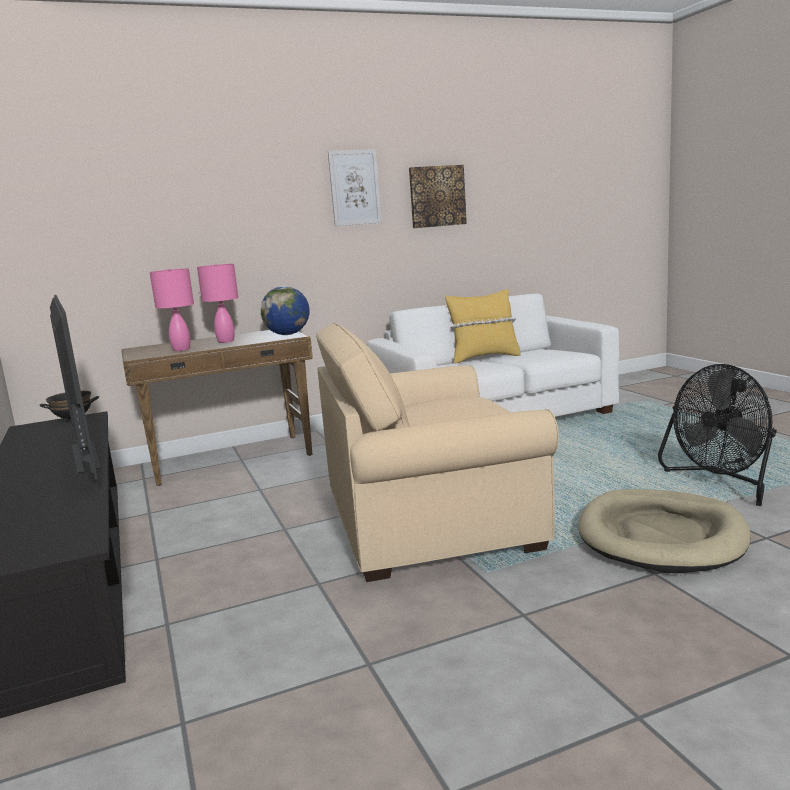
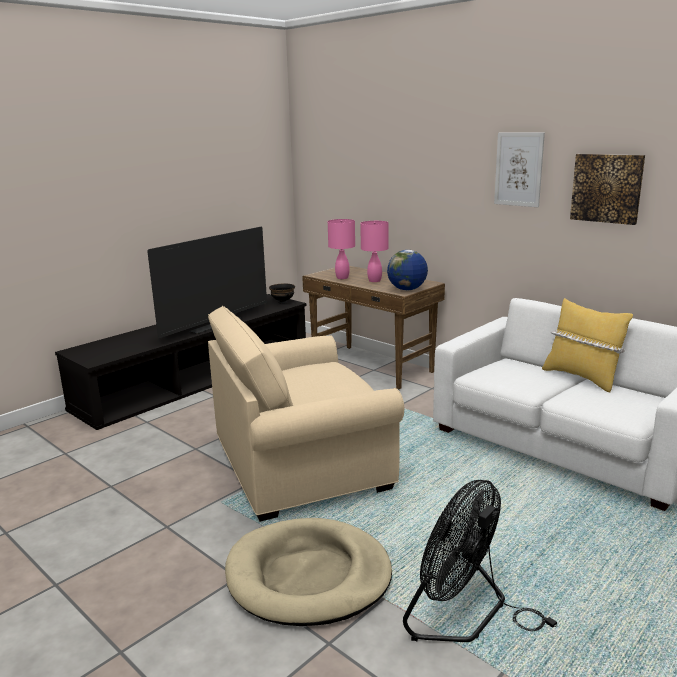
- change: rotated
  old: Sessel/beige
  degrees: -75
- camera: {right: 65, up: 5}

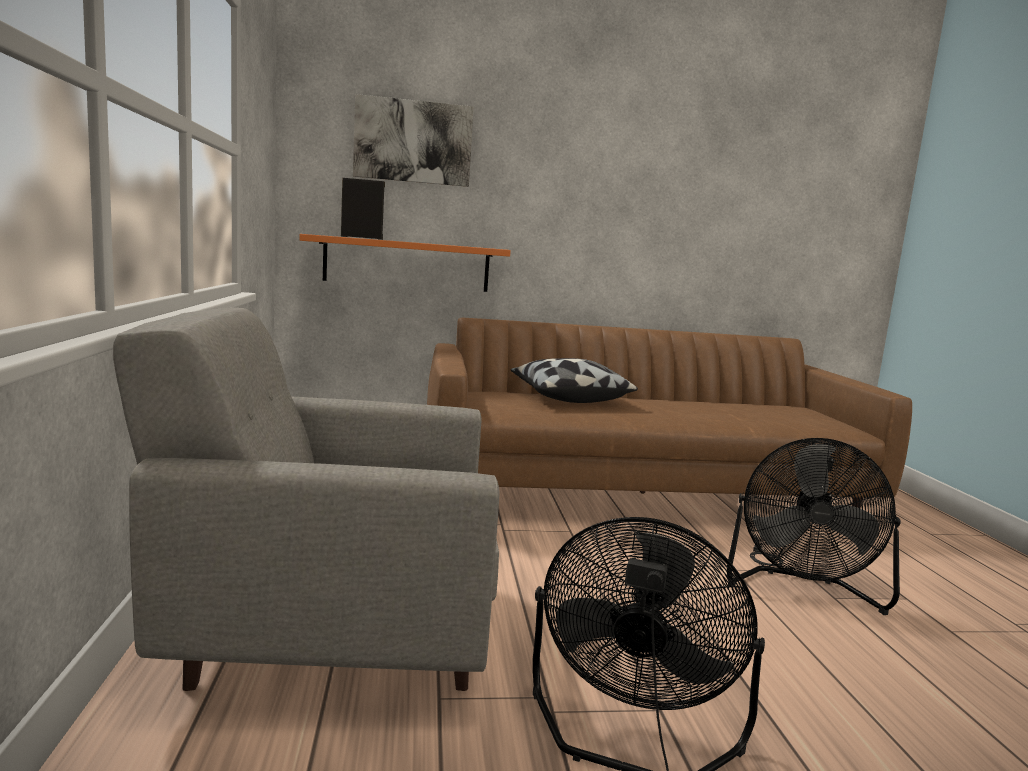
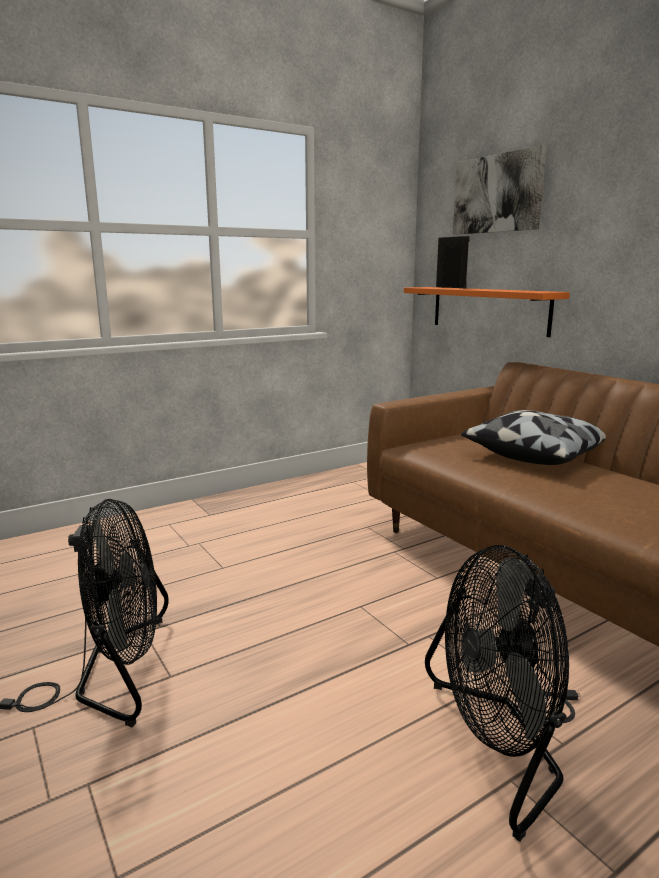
- change: gone
  old: Sessel/grau
- camera: {right: 65, up: 5}

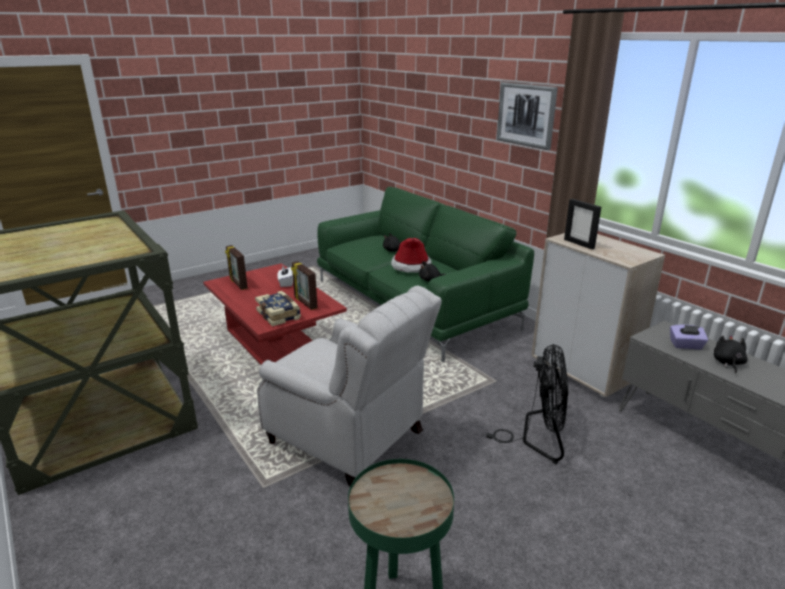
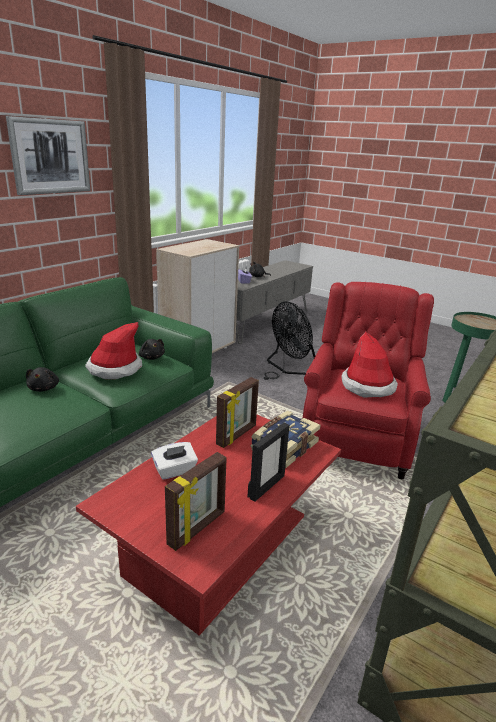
- change: new
  new: Hut (no. 2 from left)
- change: shifted
  old: Bilderrahmen (no. 3 from left)
- change: repainted
  old: Sessel/weiß
  new: Sessel/rot
- change: rotated
  old: Ventilator/schwarz
  degrees: 60
- camera: {right: -110, up: 0}

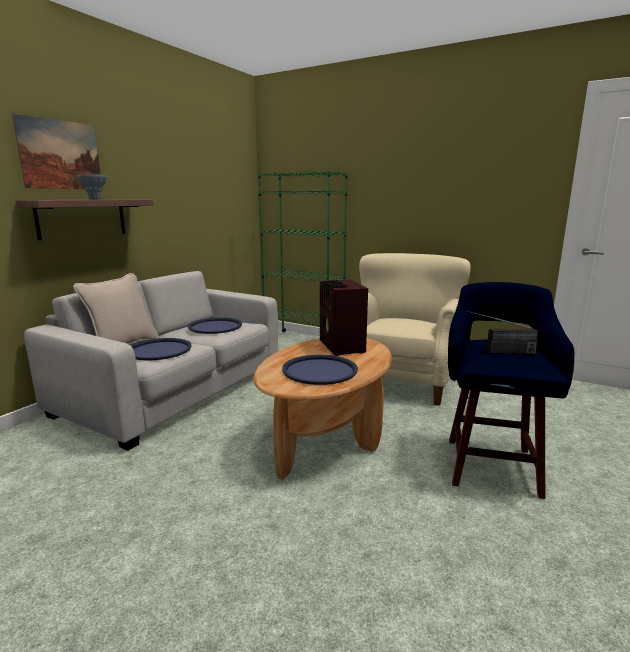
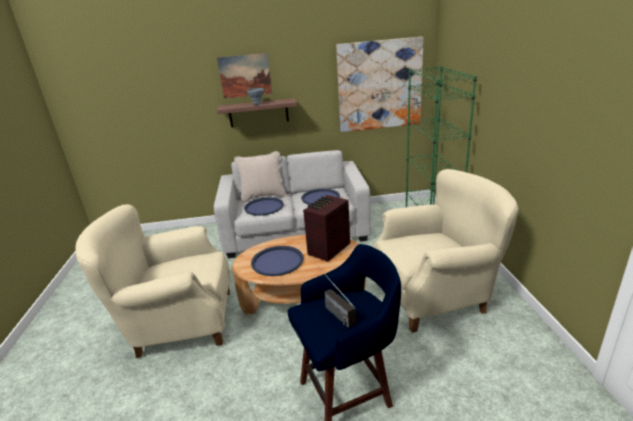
- change: new
  new: Sessel/beige (no. 1 from left)
- change: new
  new: Bild (no. 2 from left)
- camera: {right: 55, up: 10}

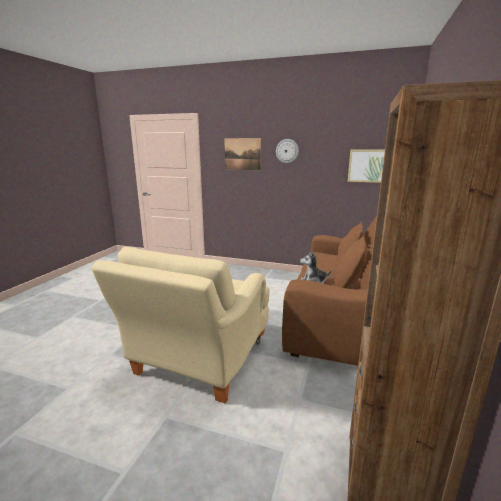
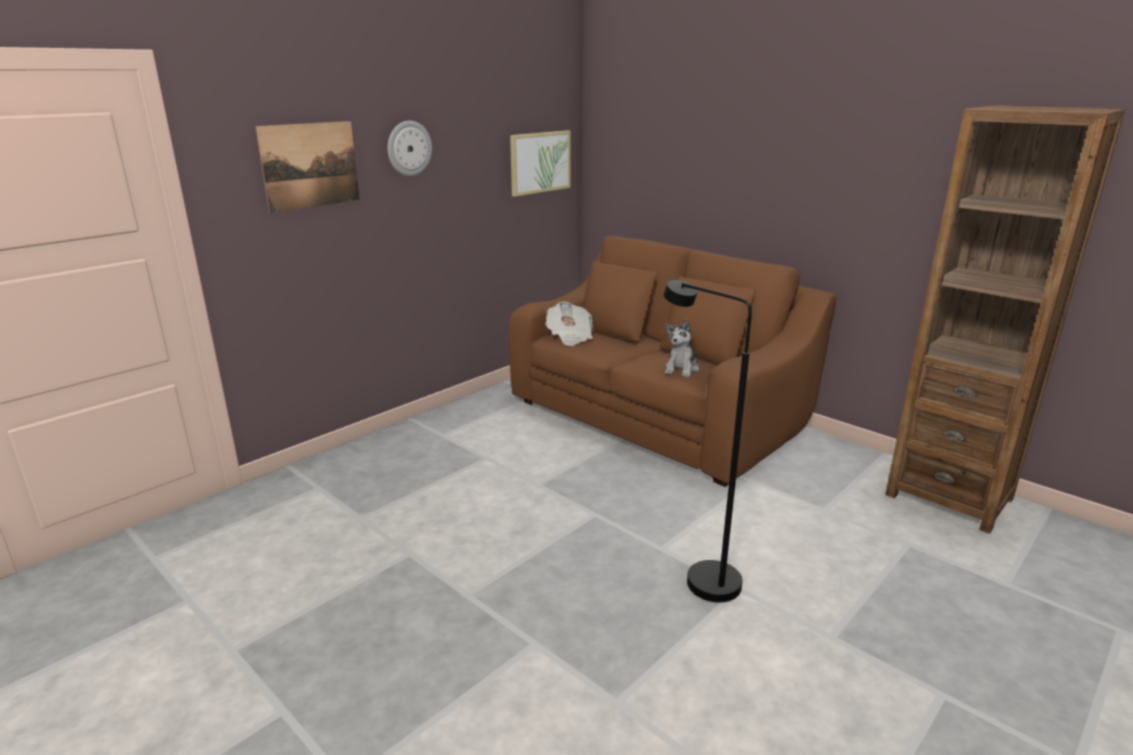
- change: new
  new: Zeitung
- change: swapped
  old: Sessel/beige
  new: Stehlampe/schwarz
- camera: {right: -65, up: 5}

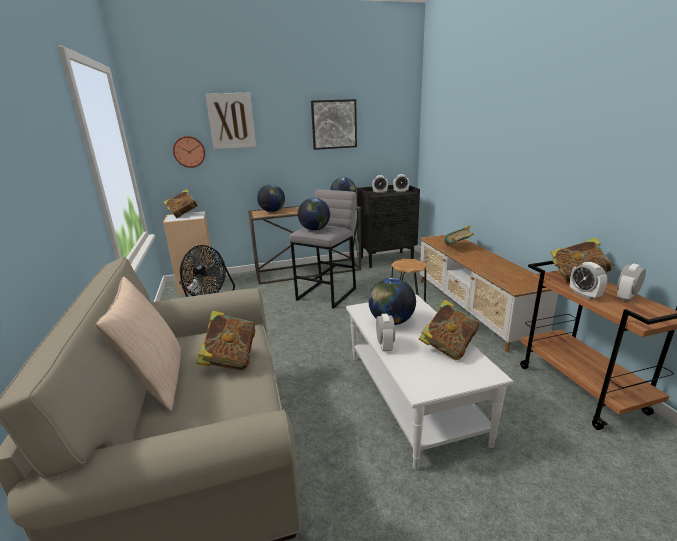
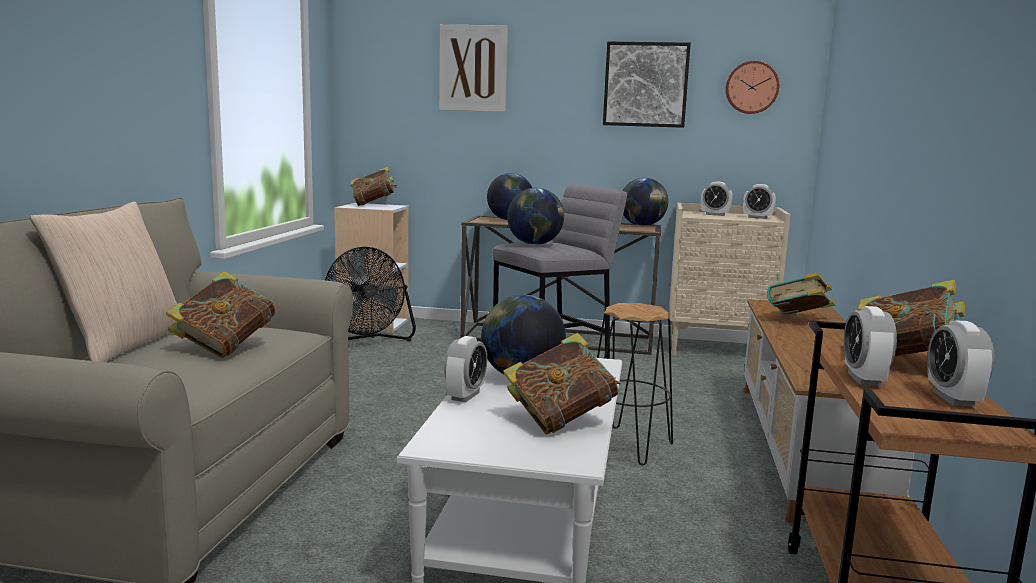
- change: shifted
  old: Wanduhr
- change: repainted
  old: Schrank/schwarz
  new: Schrank/beige
- change: rotated
  old: Wecker (no. 5 from left)
  degrees: -75
- camera: {right: 25, up: -10}

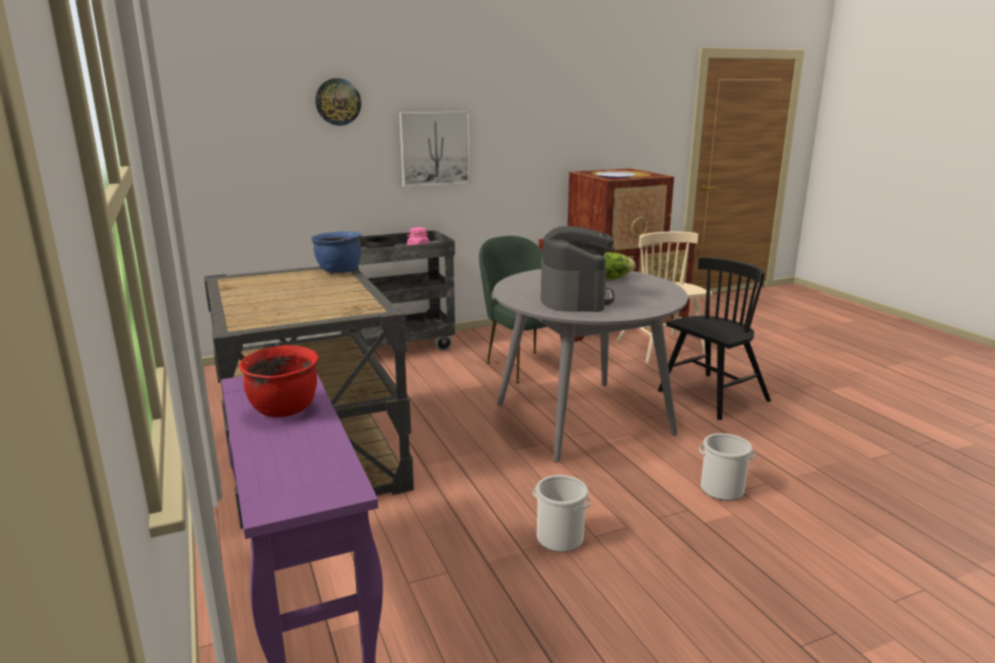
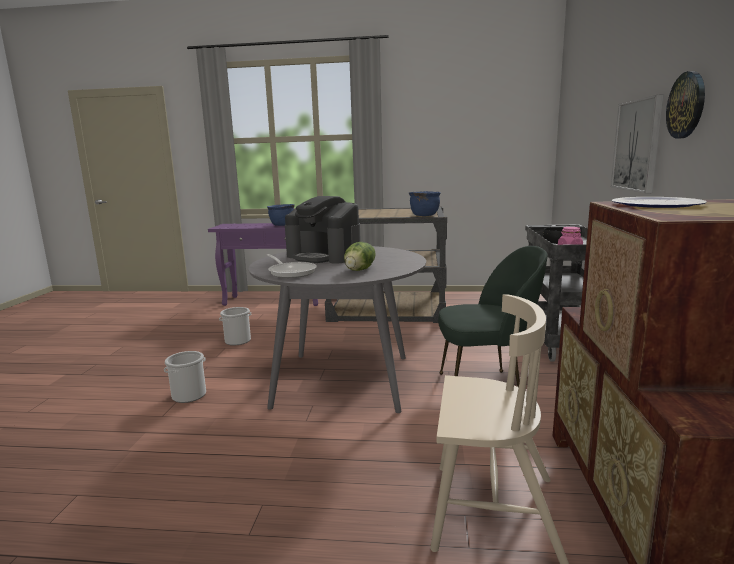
- change: gone
  old: Stuhl/schwarz
- change: new
  new: Pfanne
- change: shifted
  old: Wanduhr
- change: repainted
  old: Kochtopf/rot
  new: Kochtopf/blau (no. 1 from left)
- camera: {right: 120, up: -5}

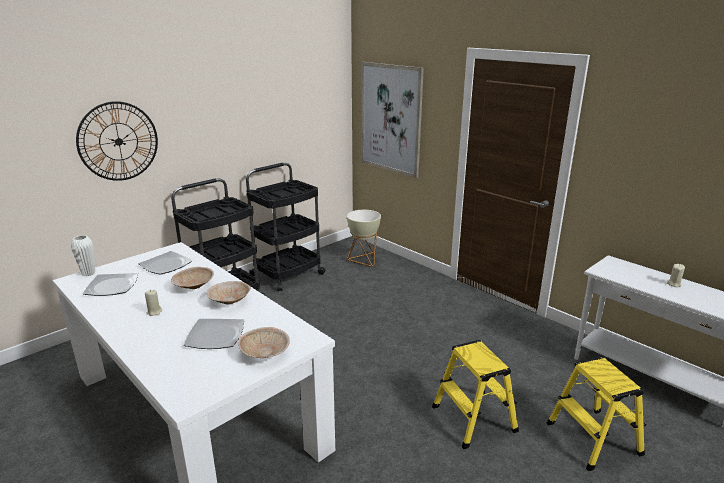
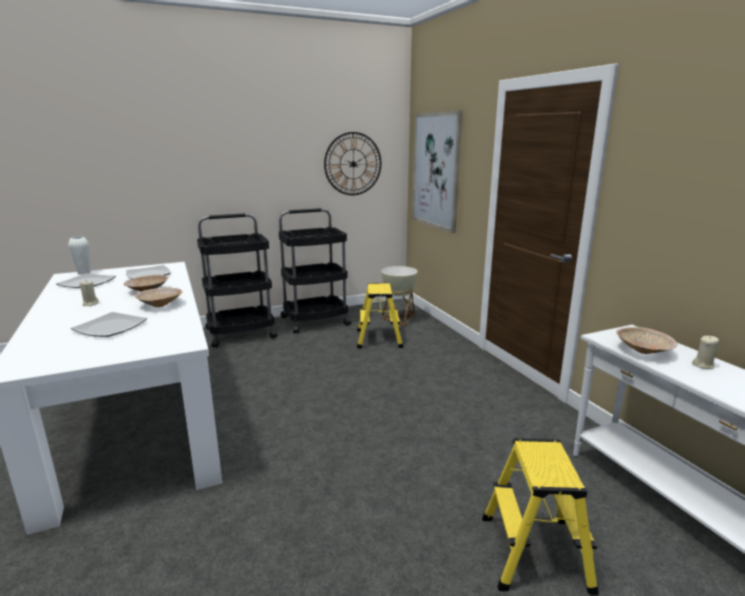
- change: shifted
  old: Wanduhr
- change: shifted
  old: Schüssel/beige (no. 3 from left)
- change: shifted
  old: Trittleiter/gelb (no. 1 from left)
- camera: {right: 20, up: -5}

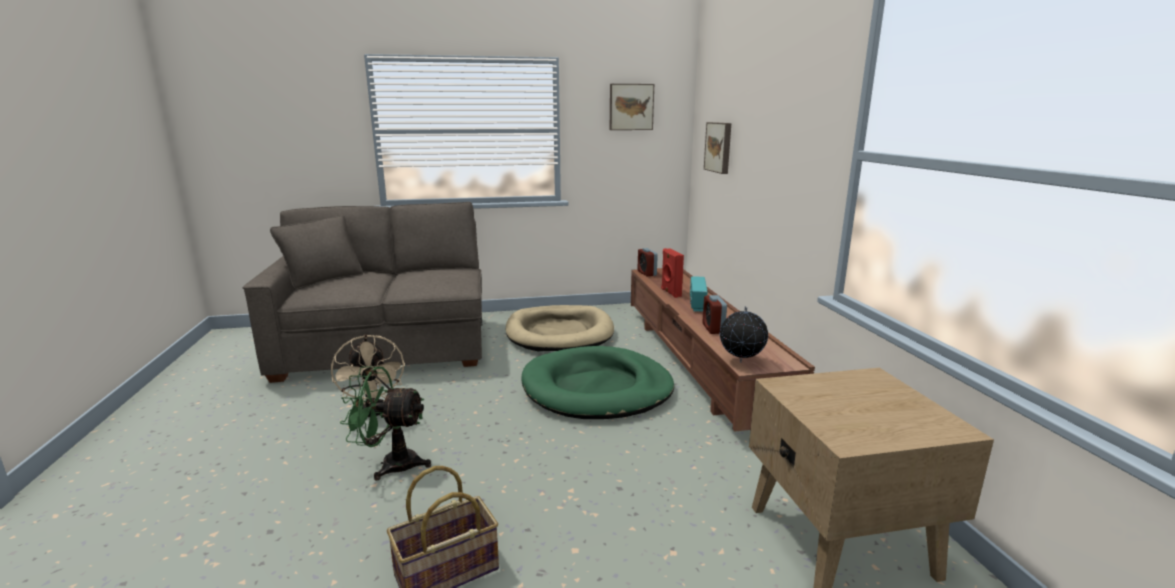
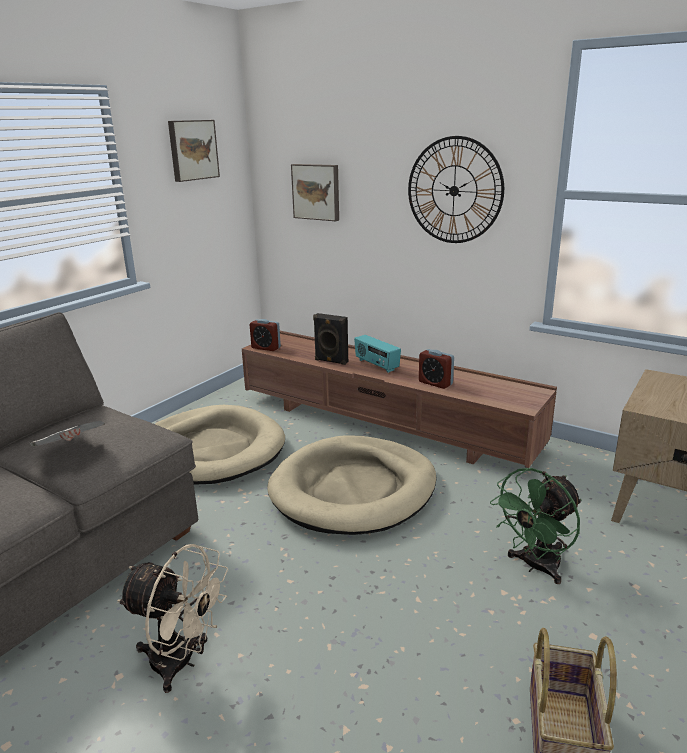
- change: gone
  old: Globus
- change: new
  new: Zeitung
- change: new
  new: Wanduhr
- change: shifted
  old: Ventilator/grün
- change: repainted
  old: Hundebett/grün
  new: Hundebett/beige (no. 2 from left)
- change: repainted
  old: Lautsprecher/rot
  new: Lautsprecher/schwarz
- camera: {right: -45, up: 5}

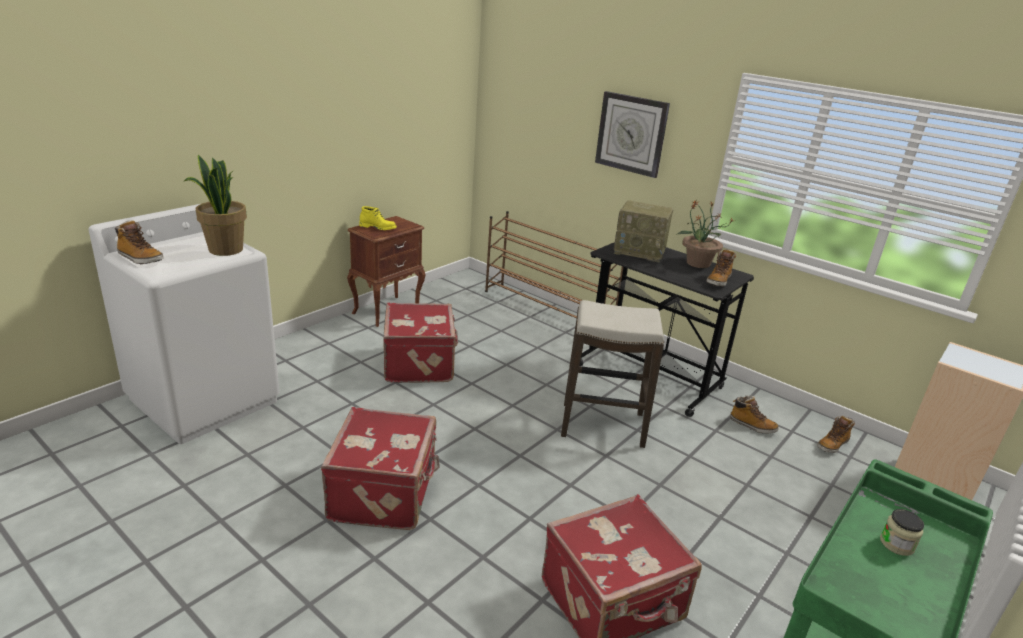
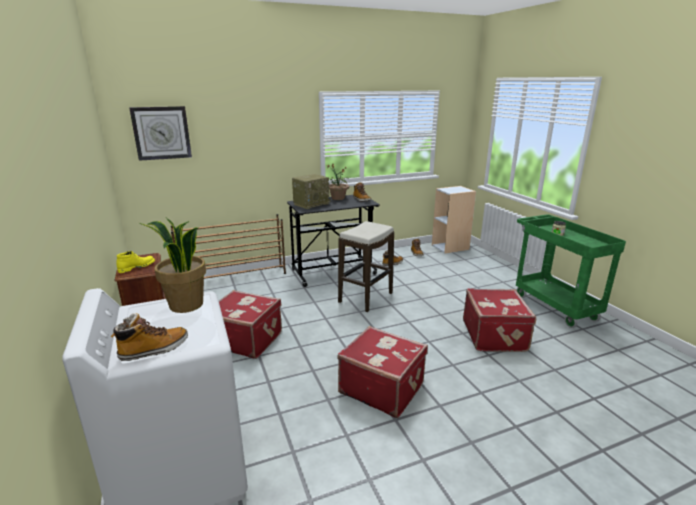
- change: shifted
  old: Wanduhr
- camera: {right: -60, up: -5}

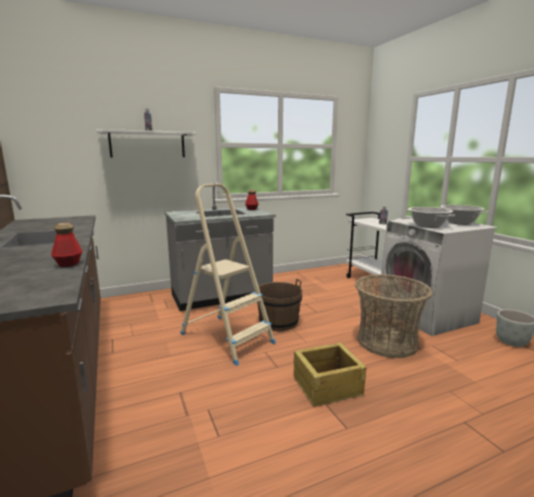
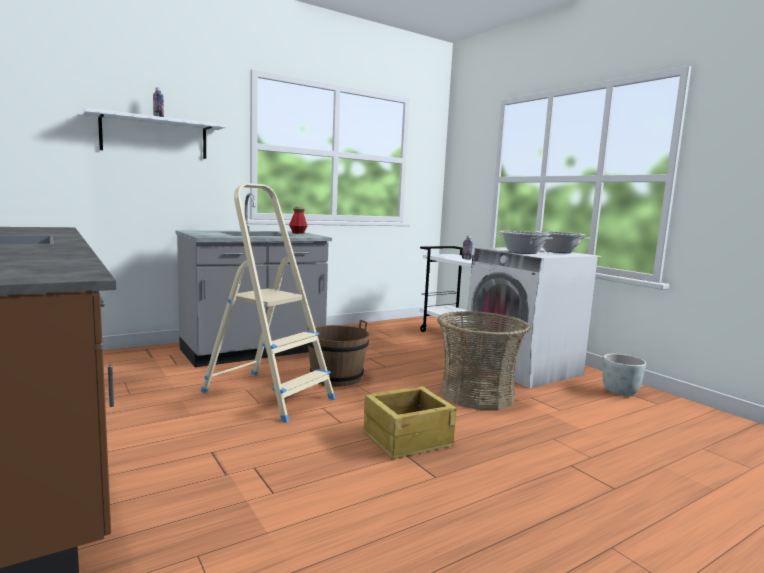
- change: gone
  old: Flasche (no. 1 from left)
- camera: {right: -10, up: -5}

